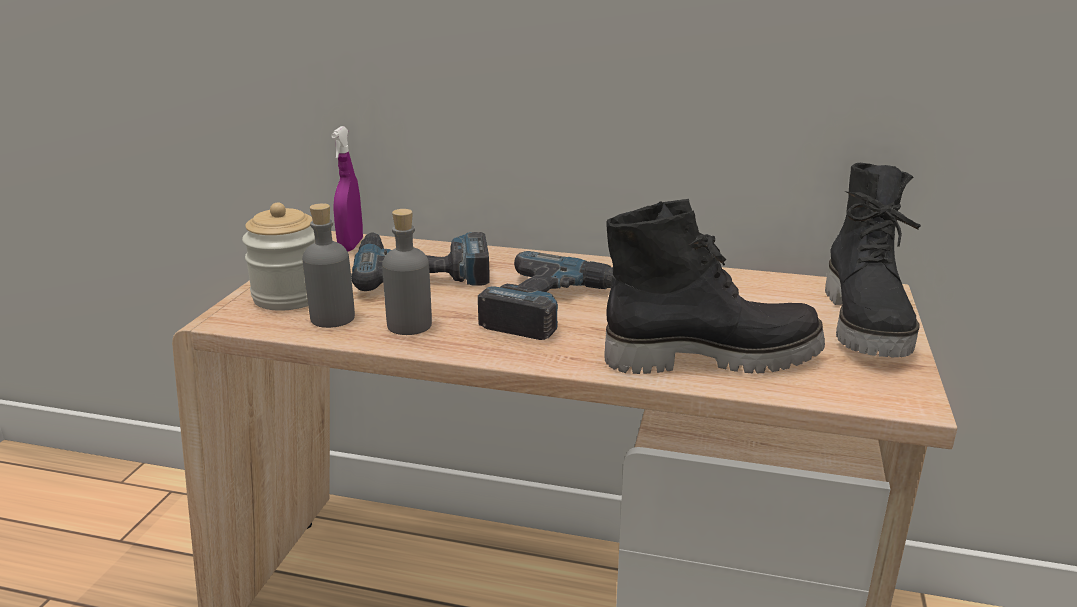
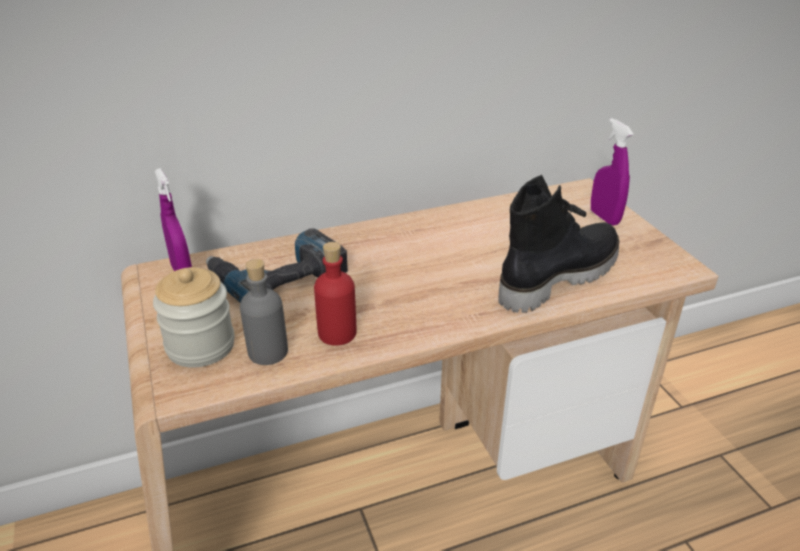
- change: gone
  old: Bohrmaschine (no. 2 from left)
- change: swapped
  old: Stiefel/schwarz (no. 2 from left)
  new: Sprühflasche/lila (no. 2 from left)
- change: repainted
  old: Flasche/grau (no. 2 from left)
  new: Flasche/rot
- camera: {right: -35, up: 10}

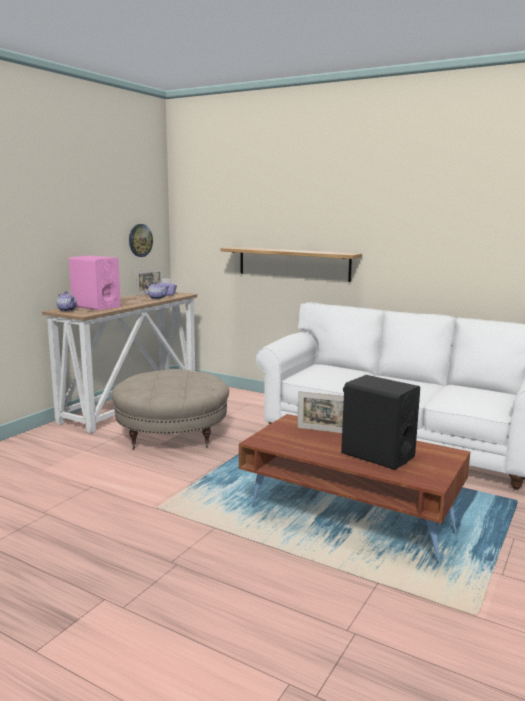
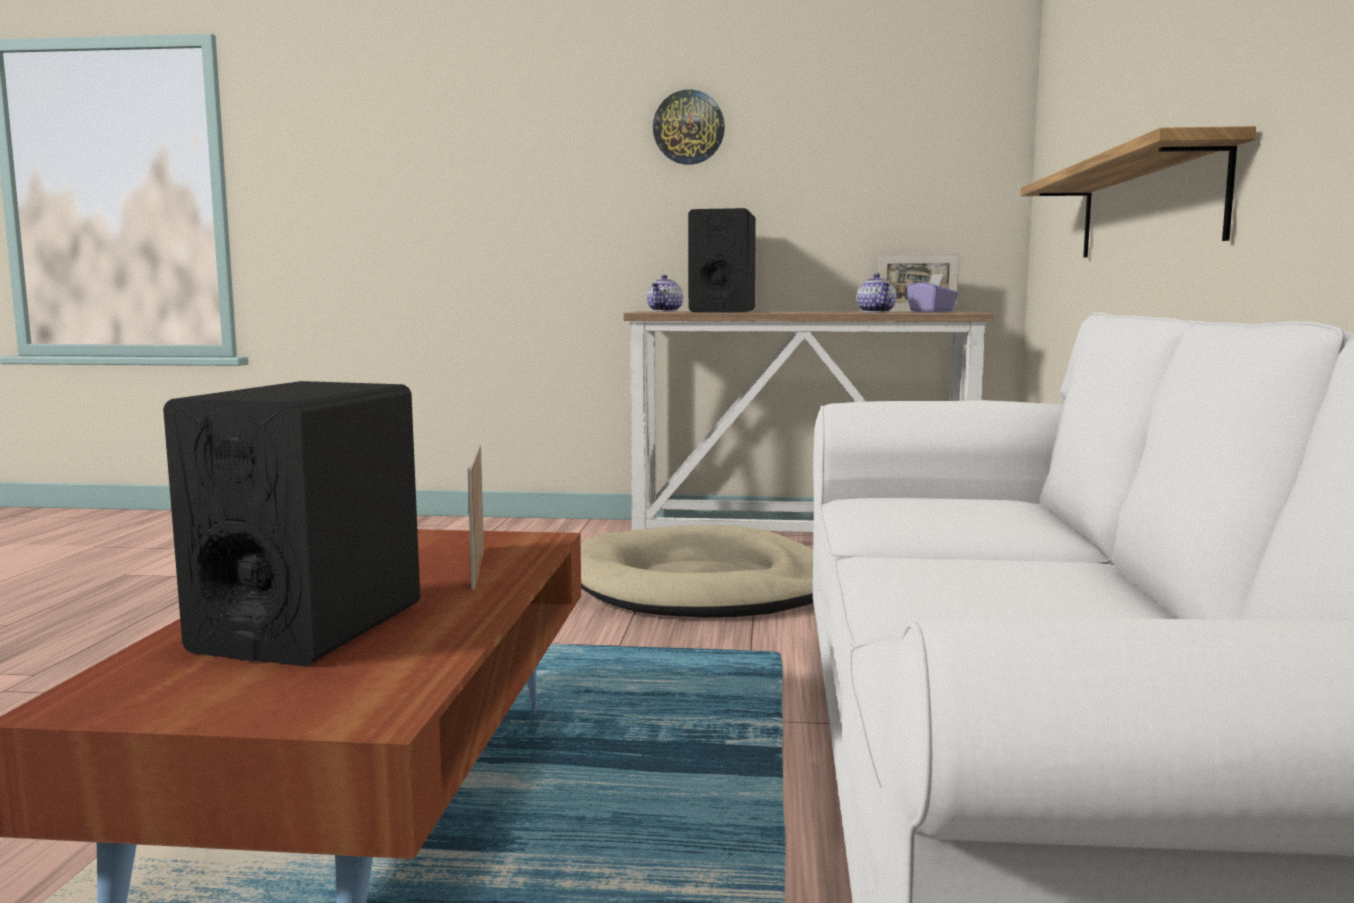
- change: shifted
  old: Wanduhr
- change: swapped
  old: Polsterhocker/beige
  new: Hundebett/beige
- change: repainted
  old: Lautsprecher/rosa
  new: Lautsprecher/schwarz (no. 2 from left)
- camera: {right: 65, up: -5}

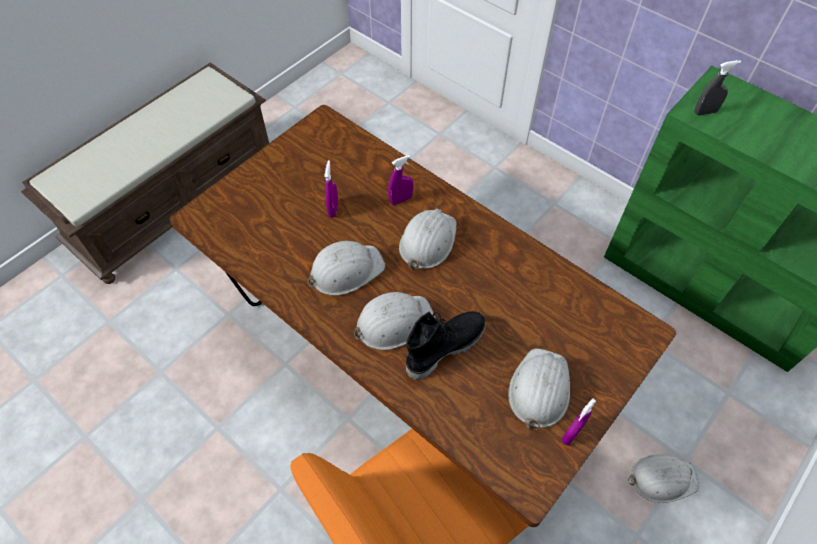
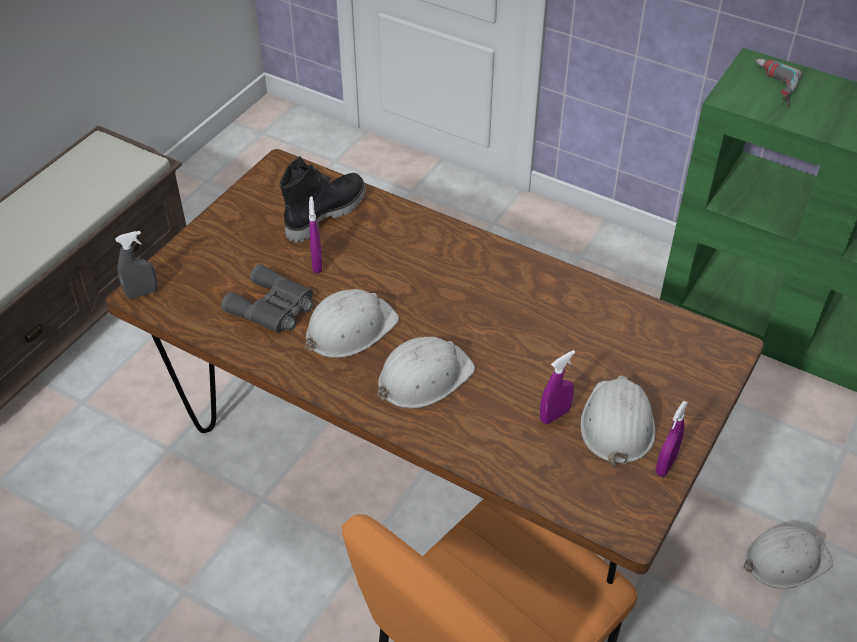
- change: gone
  old: Schutzhelm/weiß (no. 3 from left)
- change: new
  new: Fernglas/grau
- change: new
  new: Bohrmaschine
- change: shifted
  old: Sprühflasche/lila (no. 2 from left)
- change: shifted
  old: Stiefel/schwarz
- change: shifted
  old: Sprühflasche/grau
- camera: {right: -10, up: -10}

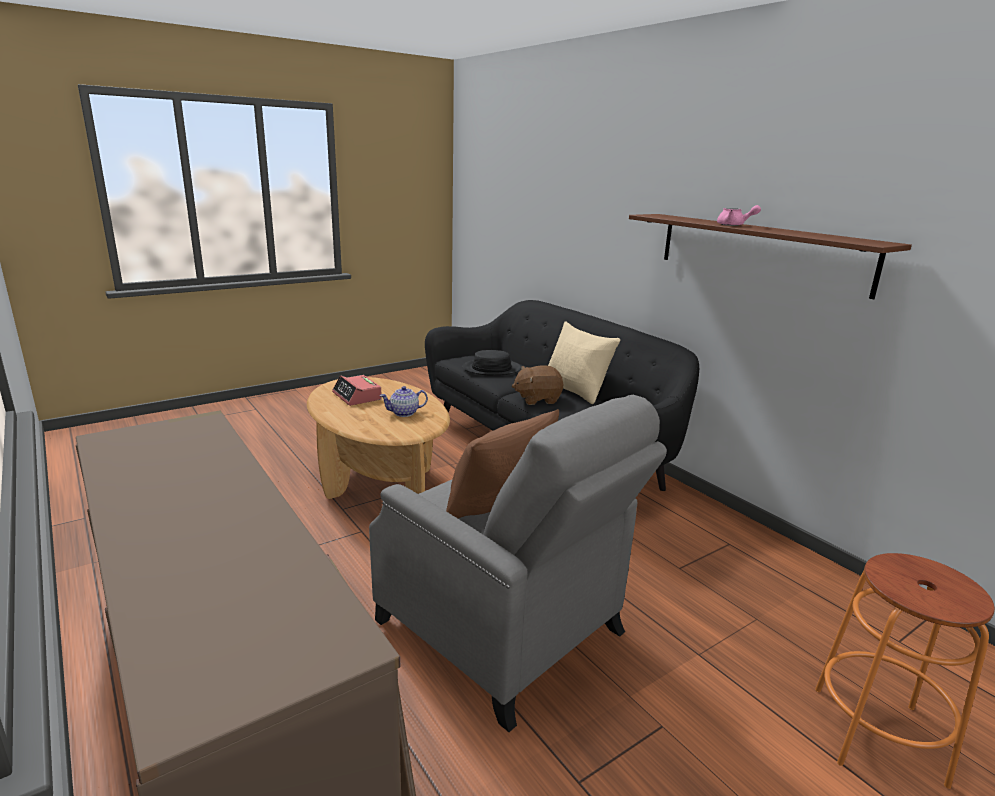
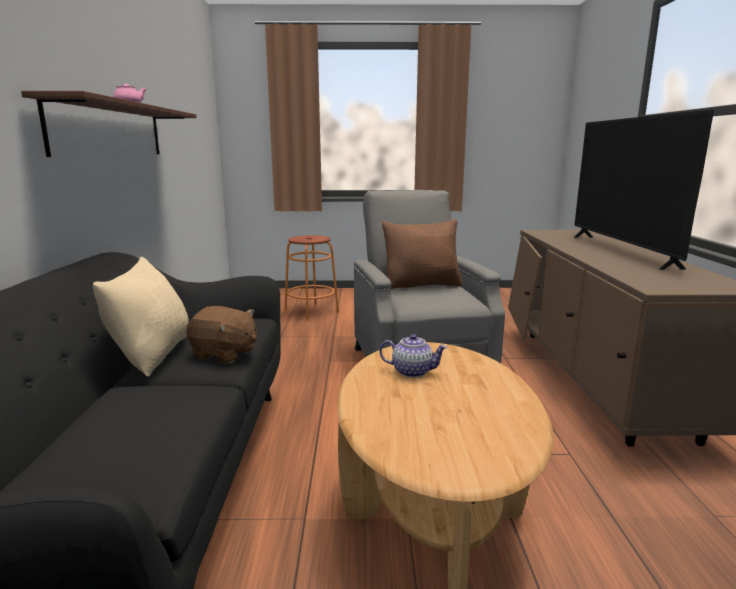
- change: gone
  old: Wecker
- change: gone
  old: Hut/schwarz
- change: new
  new: Fernseher
- camera: {right: -145, up: -5}

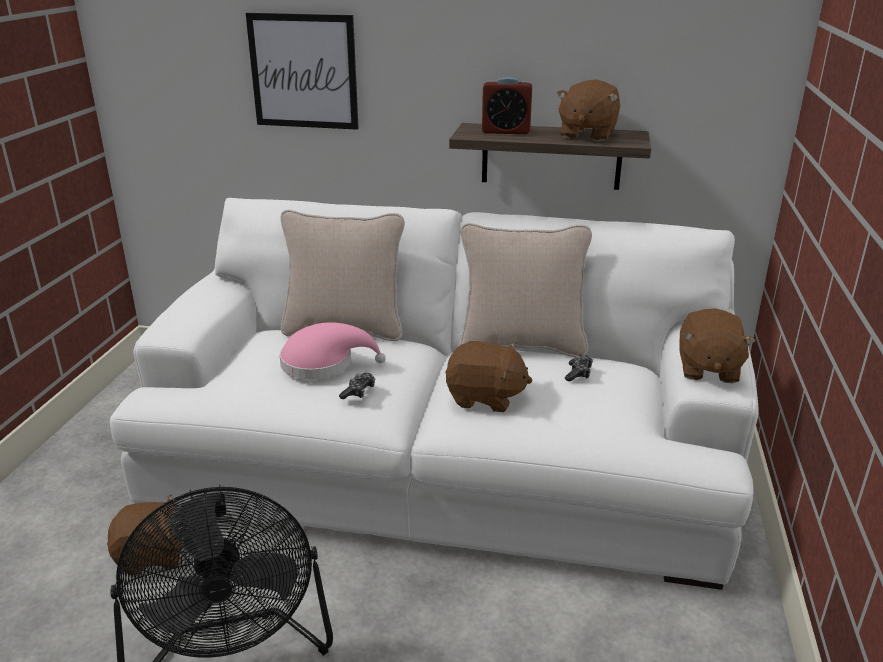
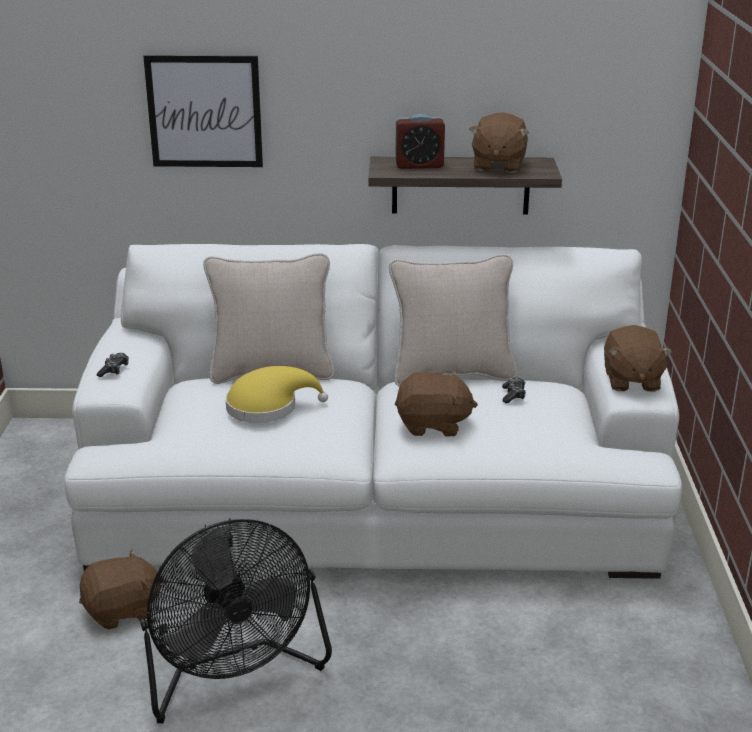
- change: shifted
  old: Gamepad (no. 1 from left)
- change: repainted
  old: Hut/rosa
  new: Hut/gelb
- camera: {right: -10, up: 0}

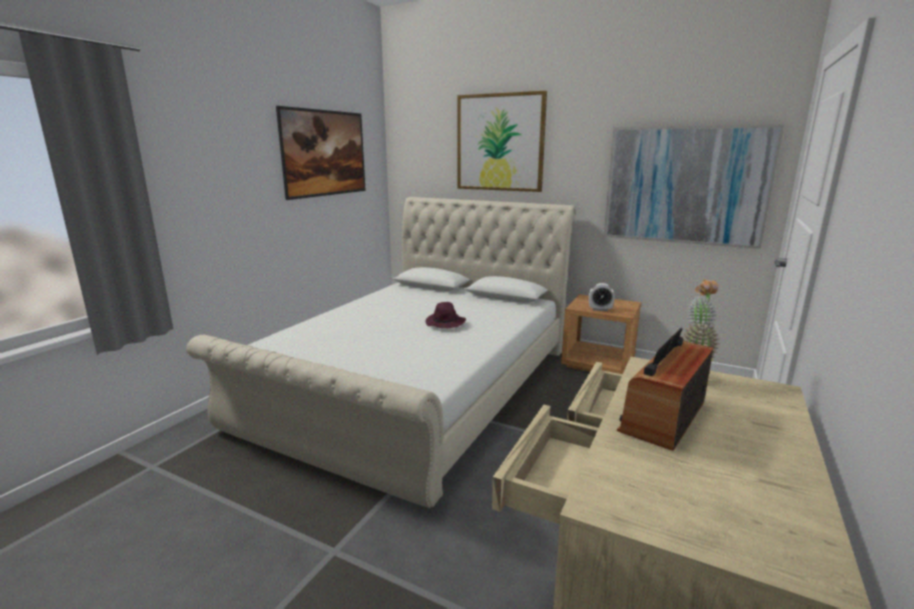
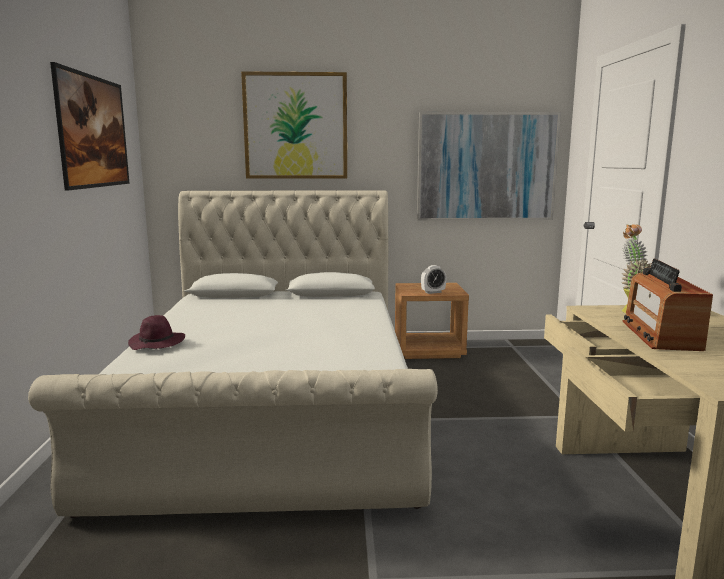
- change: shifted
  old: Hut/lila
- camera: {right: -30, up: -5}

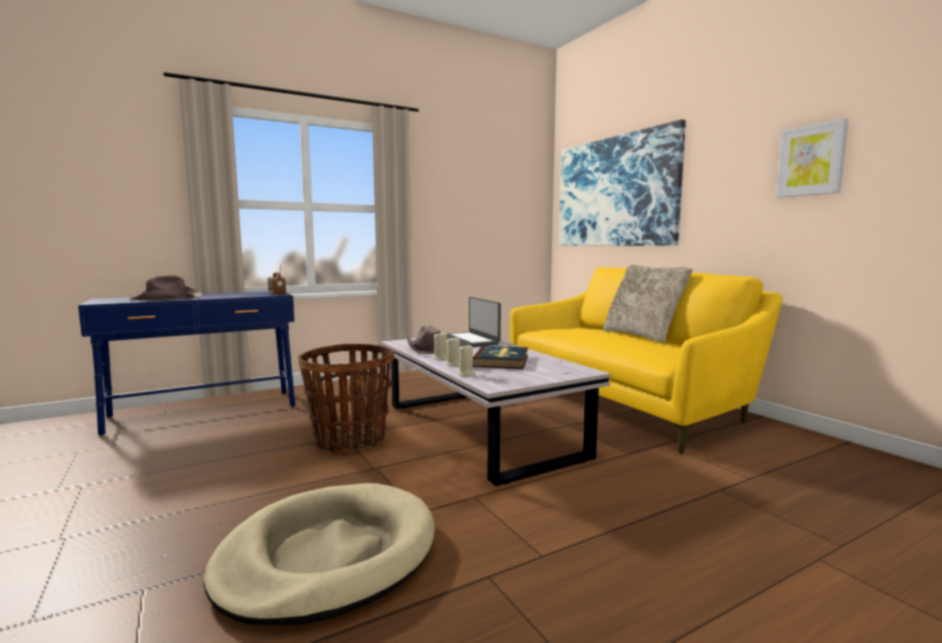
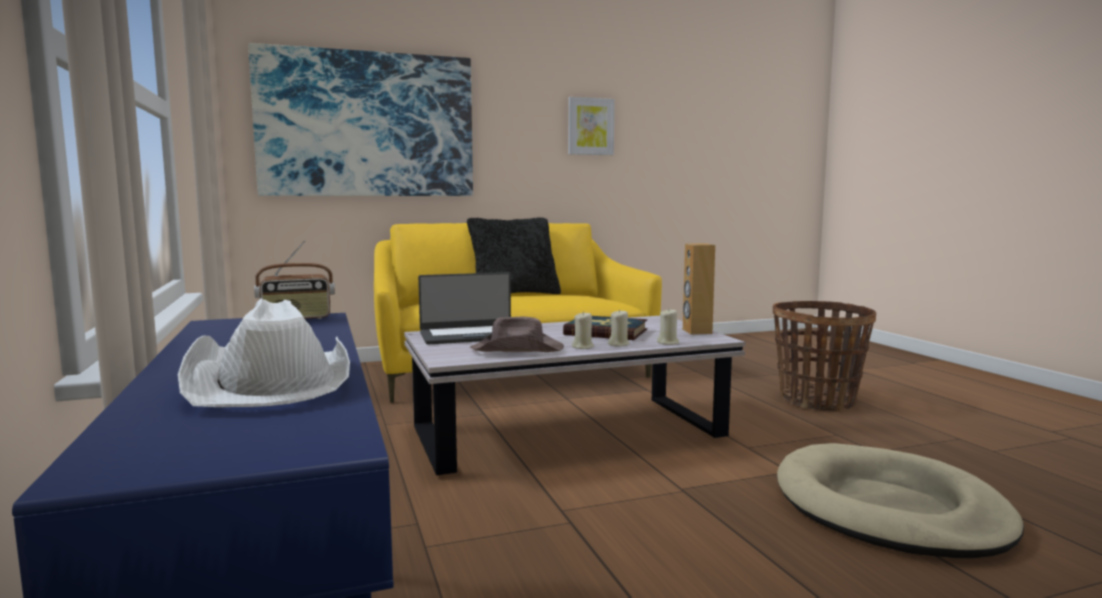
- change: new
  new: Lautsprecher/braun
- change: shifted
  old: Korb
- change: repainted
  old: Hut/braun (no. 1 from left)
  new: Hut/weiß
- change: repainted
  old: Kissen/beige
  new: Kissen/schwarz
- camera: {right: -80, up: 0}

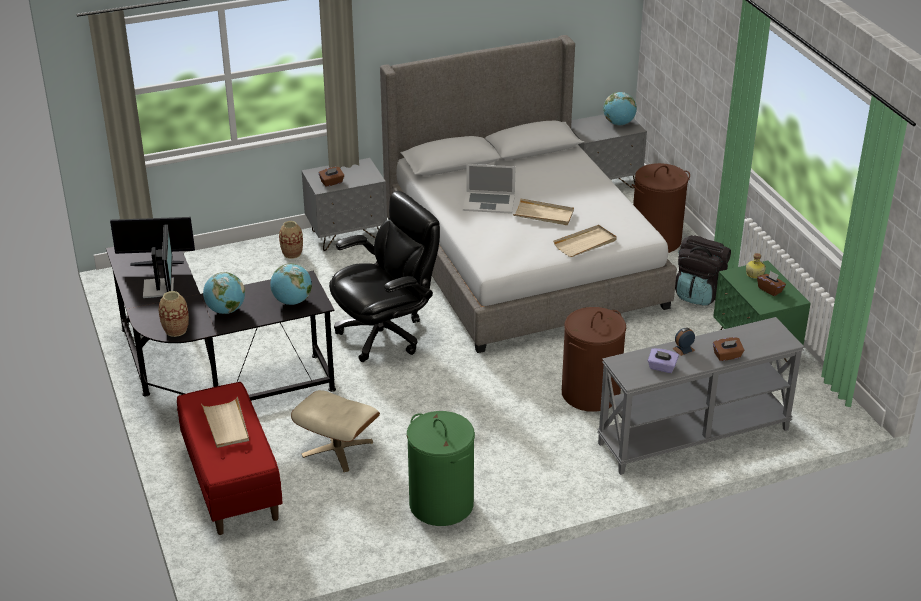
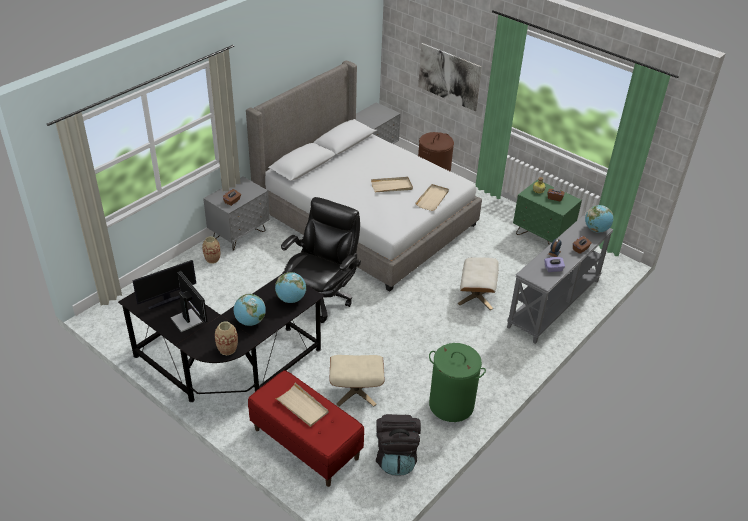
- change: gone
  old: Laptop
- change: new
  new: Bild
- change: shifted
  old: Globus (no. 3 from left)
- change: shifted
  old: Rucksack/schwarz
- change: swapped
  old: Wäschekorb/braun (no. 1 from left)
  new: Polsterhocker/beige (no. 2 from left)
- camera: {right: -30, up: 5}

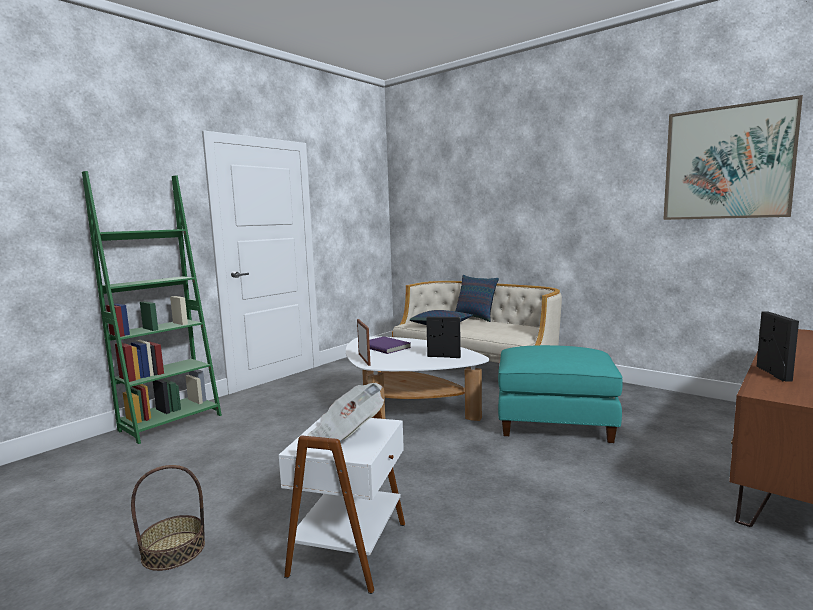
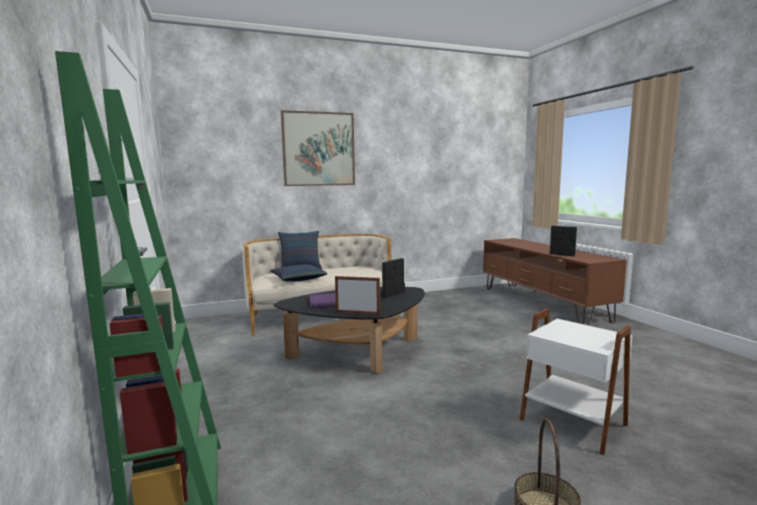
- change: gone
  old: Zeitung
- change: gone
  old: Polsterhocker/türkis
- change: shifted
  old: Bild
- change: repainted
  old: Couchtisch/weiß
  new: Couchtisch/schwarz
- camera: {right: -60, up: 0}

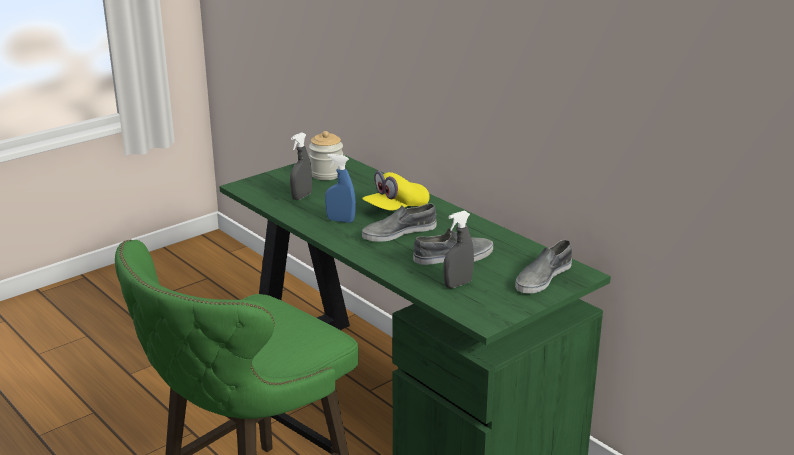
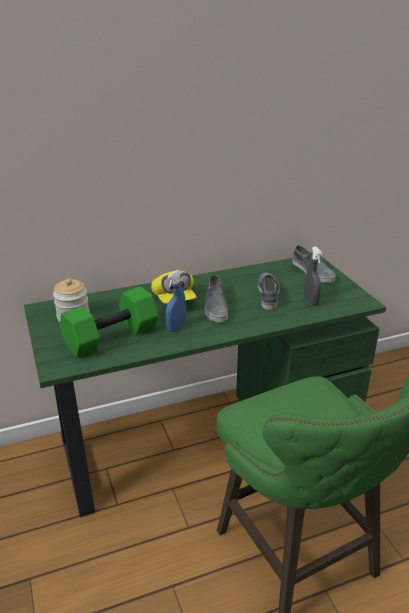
- change: swapped
  old: Sprühflasche/grau (no. 1 from left)
  new: Hantel/grün
- camera: {right: -70, up: 5}

